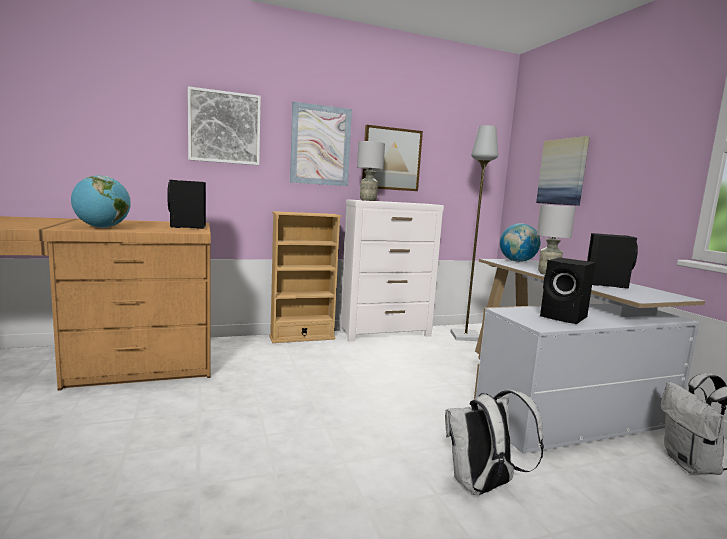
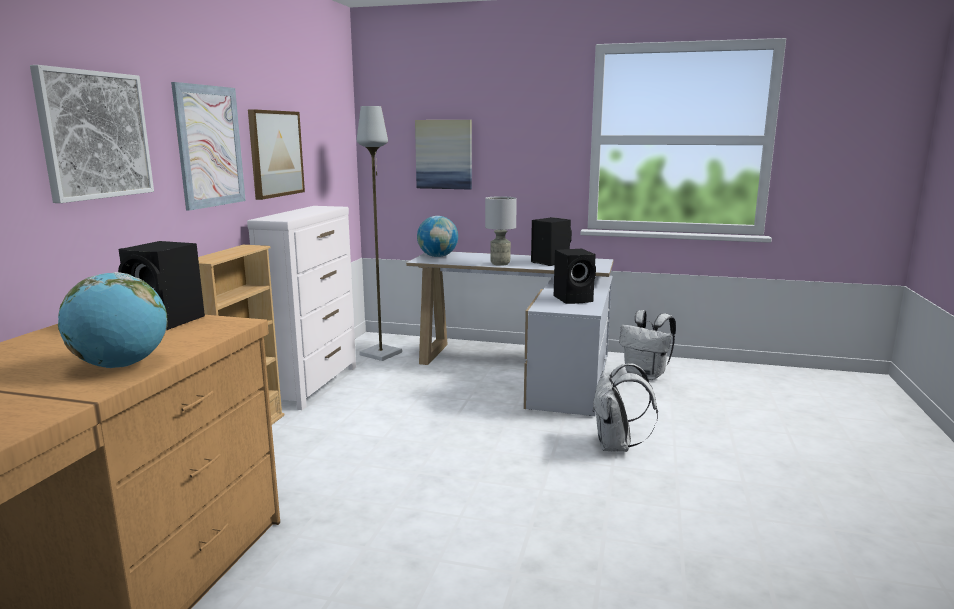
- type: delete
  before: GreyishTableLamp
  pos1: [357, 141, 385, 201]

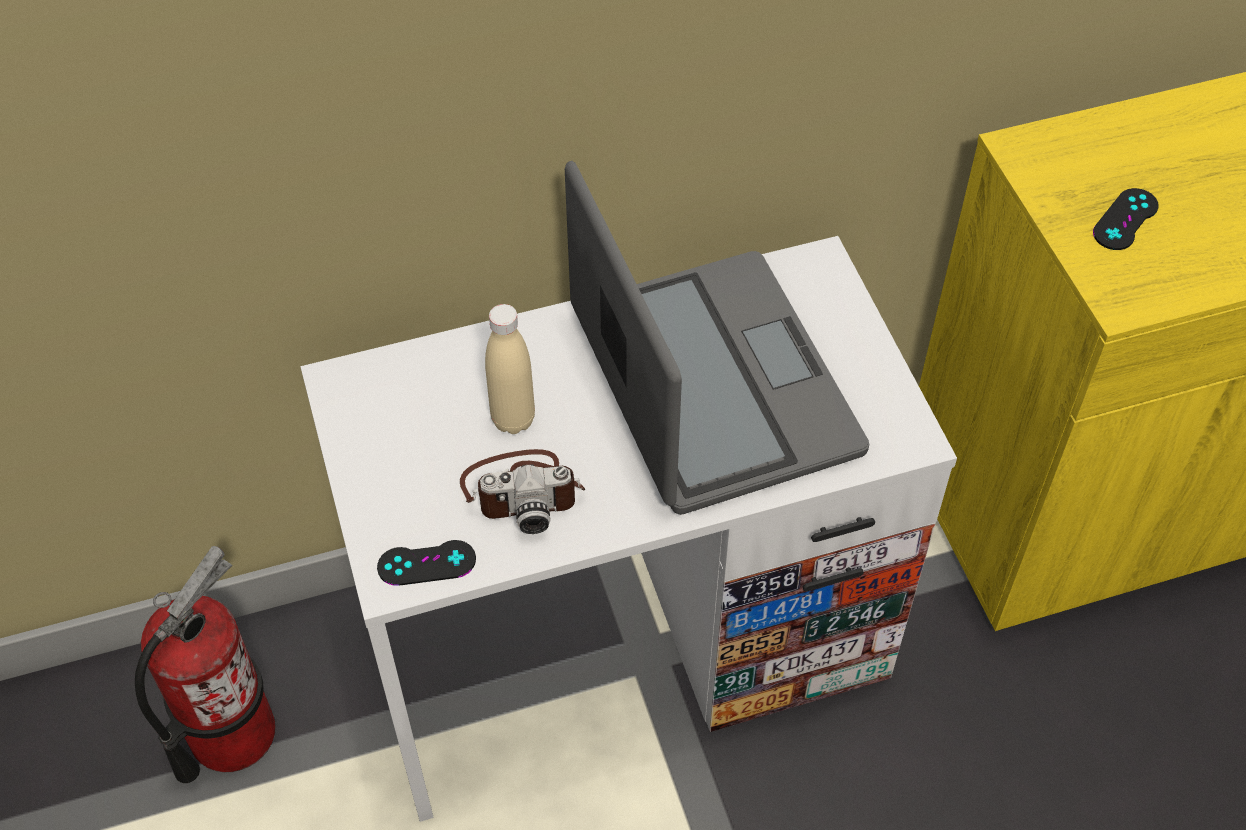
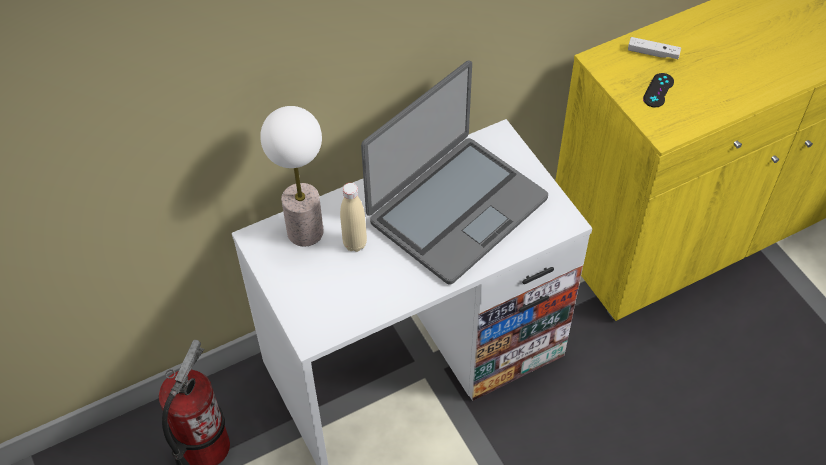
- type: insert
  after: TableLamp
  pos2: [260, 106, 324, 247]
- type: rotate
  before: NotebookComputer
  pos1: [565, 161, 869, 515]
  pos2: [361, 60, 548, 285]
  turn: 75
- type: insert
  after: WhiteJoypad
  pos2: [628, 37, 681, 59]
- type: delete
  before: BlackJoypad
  pos1: [377, 540, 476, 586]
- type: delete
  before: StillCamera
  pos1: [460, 449, 585, 534]

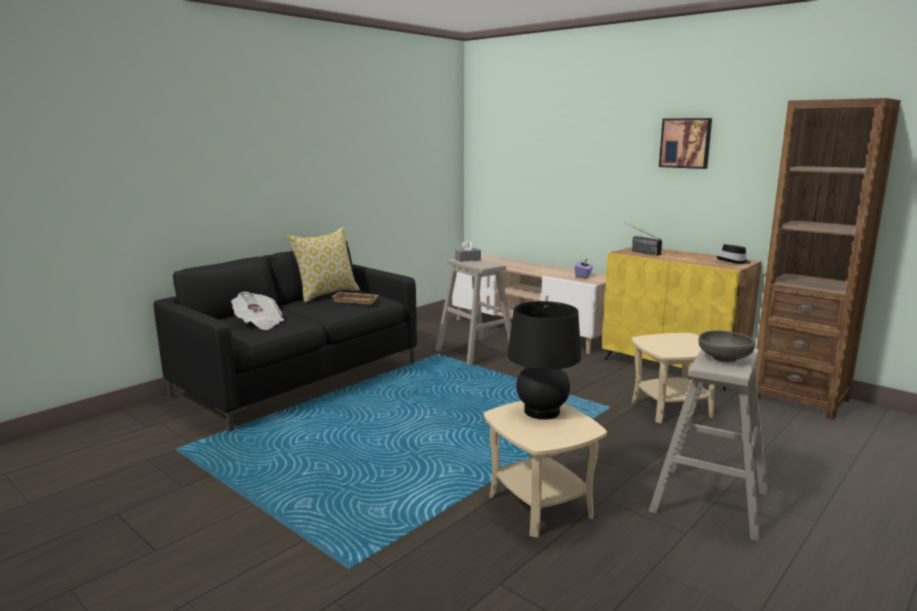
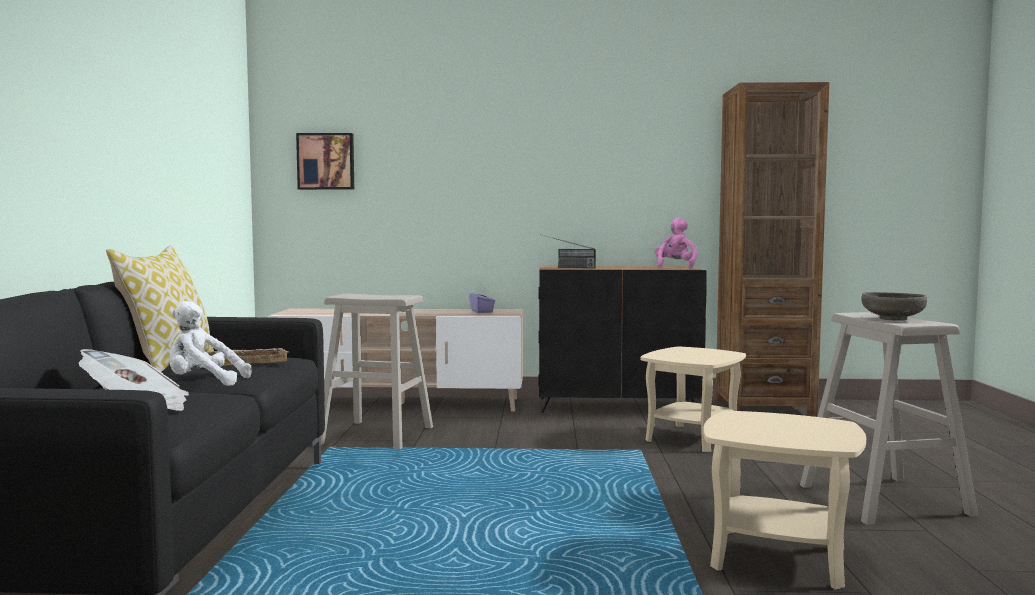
- type: insert
  after: WhiteSoftToy
  pos2: [169, 301, 251, 386]
- type: move
  before: Picture
  pos1: [659, 118, 712, 169]
  pos2: [296, 133, 354, 190]
- type: recolor
  before: YellowStorageCabinet
  after: BlackStorageCabinet
  pos1: [602, 247, 762, 391]
  pos2: [538, 266, 707, 413]
- type: replace
  before: BlackWearableHat
  after: PinkSoftToy
  pos1: [716, 244, 751, 264]
  pos2: [654, 218, 698, 268]
- type: delete
  before: GreyishBoxOfTissues
  pos1: [455, 240, 481, 262]
- type: delete
  before: BlackTableLamp
  pos1: [507, 301, 581, 420]

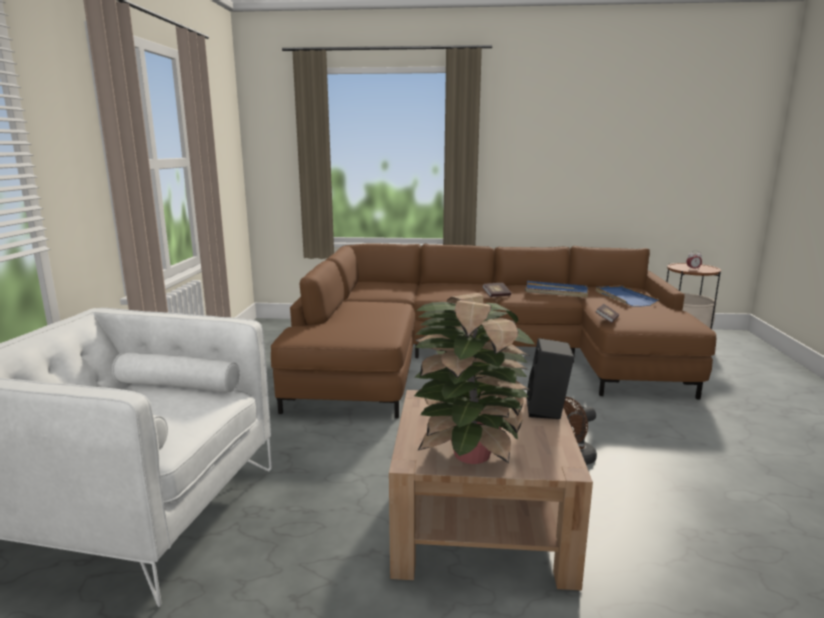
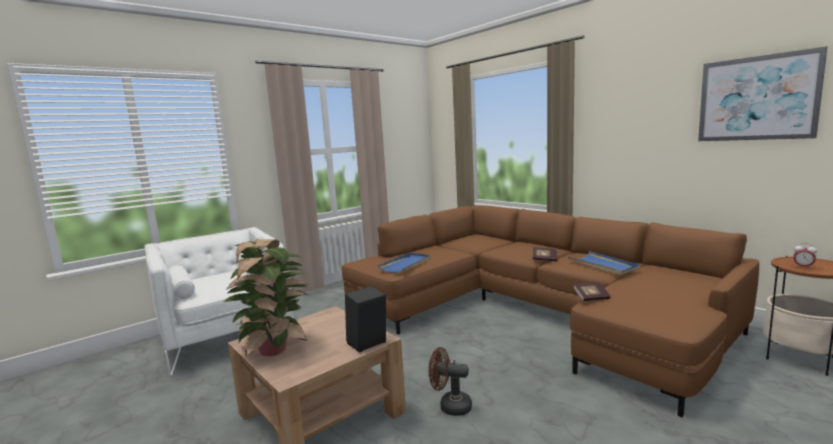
- type: move
  before: BlueColouredCarryingTray
  pos1: [596, 285, 659, 306]
  pos2: [378, 252, 431, 273]
- type: insert
  after: Picture
  pos2: [698, 46, 827, 141]

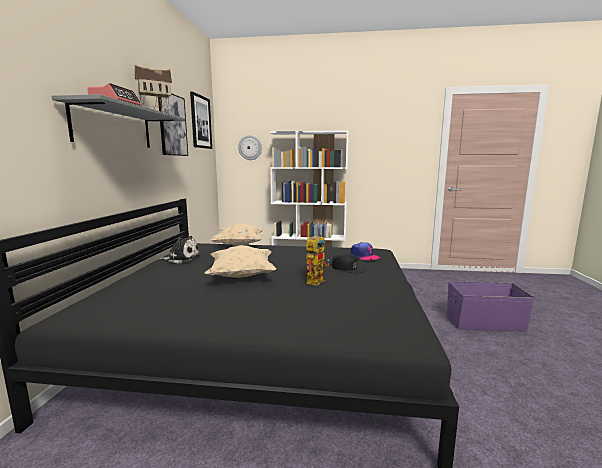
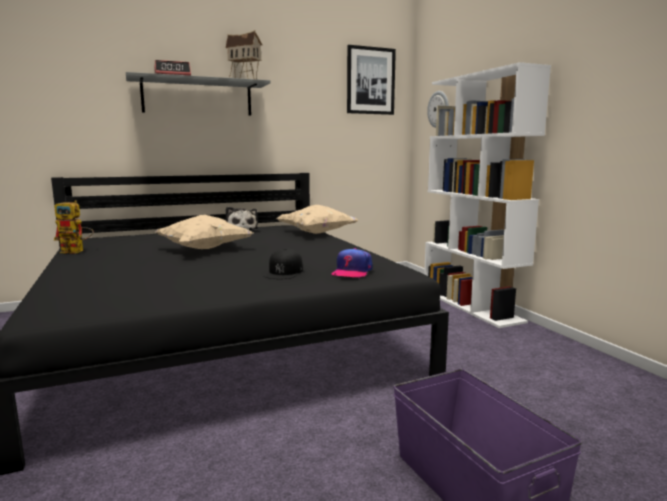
- type: move
  before: ToyRobot
  pos1: [307, 233, 329, 286]
  pos2: [54, 200, 94, 254]
- type: delete
  before: Picture
  pos1: [158, 93, 188, 156]

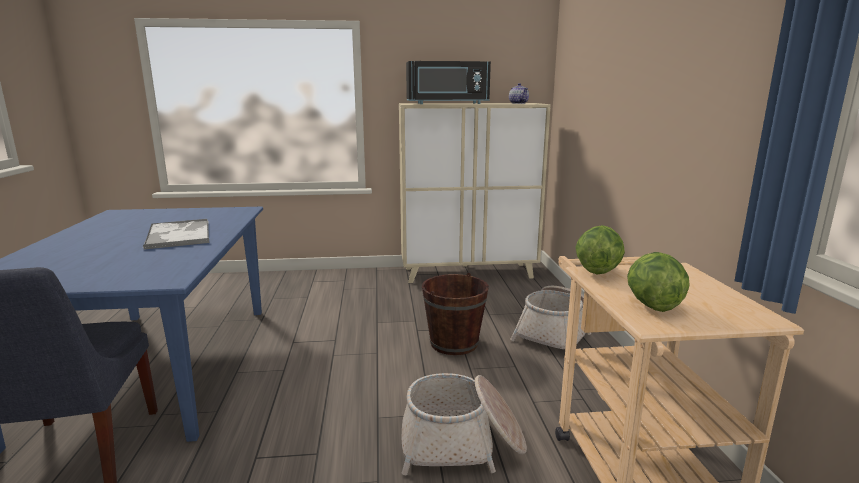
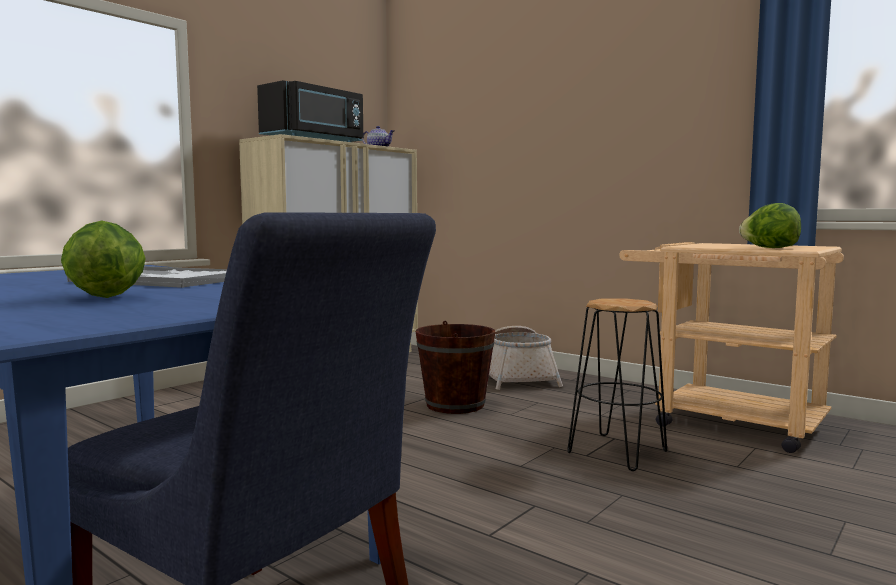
- type: move
  before: HeadOfLettuce
  pos1: [576, 225, 625, 274]
  pos2: [61, 220, 146, 298]
- type: replace
  before: Basket
  after: BlackStoolSeat
  pos1: [401, 373, 527, 475]
  pos2: [567, 298, 667, 471]

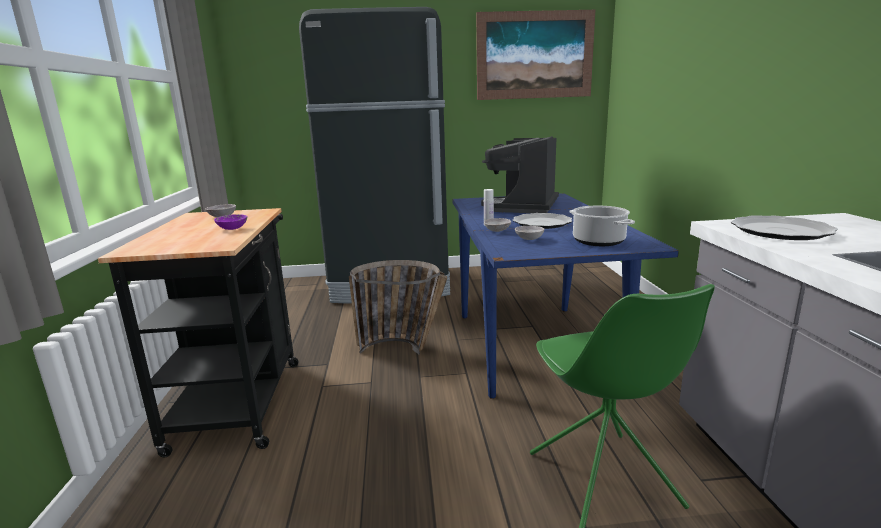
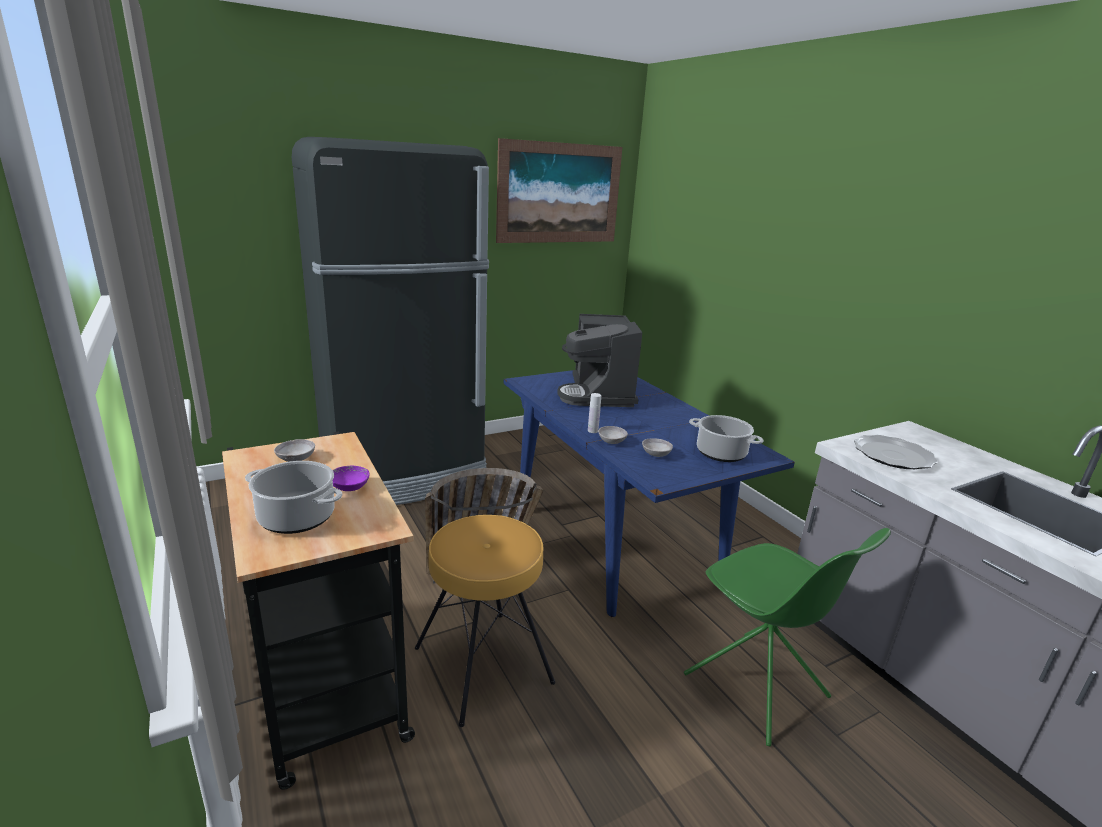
- type: insert
  after: CookingPot
  pos2: [245, 461, 342, 534]
- type: insert
  after: BrownStoolSeat
  pos2: [415, 515, 555, 727]
- type: delete
  before: FlatDish
  pos1: [513, 213, 572, 229]

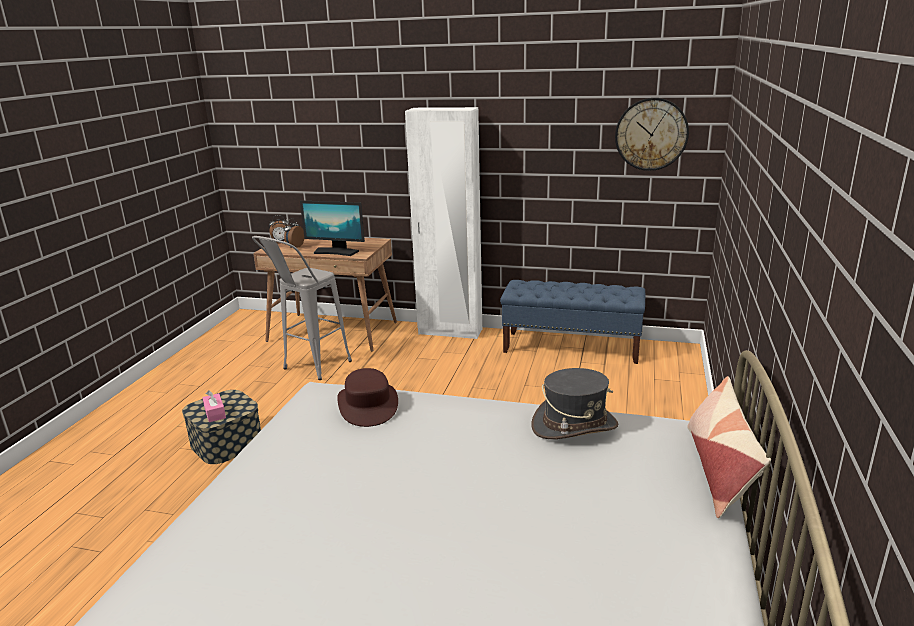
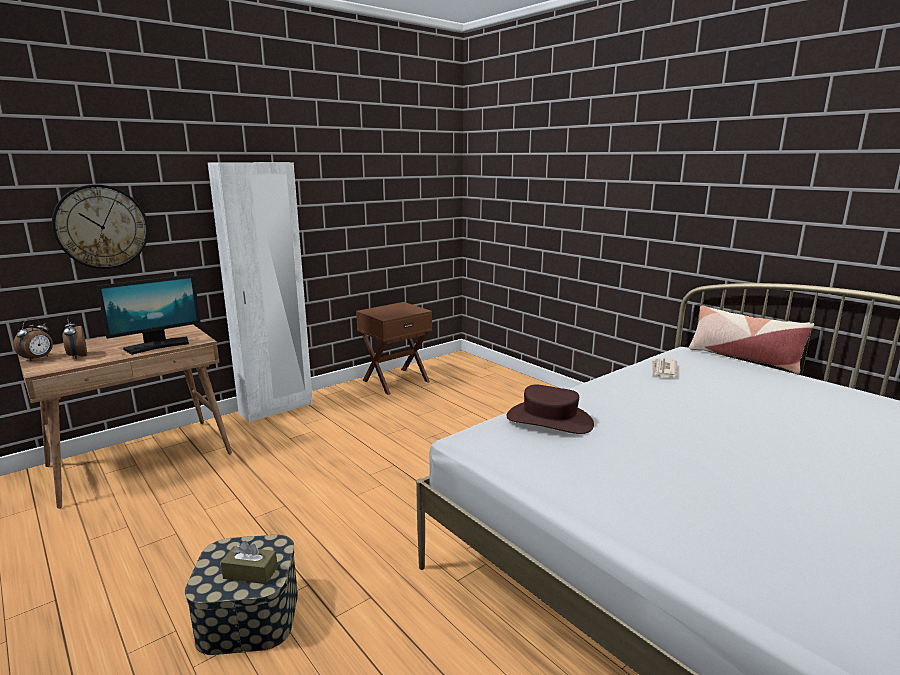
- type: move
  before: HangingClock
  pos1: [615, 98, 689, 171]
  pos2: [52, 184, 149, 269]
- type: recolor
  before: PinkBoxOfTissues
  after: BrownBoxOfTissues
  pos1: [202, 390, 226, 422]
  pos2: [221, 541, 278, 584]
- type: replace
  before: BlueColouredIndoorBench
  after: BrownBedsideTable
  pos1: [500, 280, 645, 364]
  pos2: [356, 302, 432, 395]
- type: replace
  before: GreyishWearableHat
  after: Newspaper
  pos1: [531, 368, 618, 439]
  pos2: [652, 358, 677, 377]
- type: delete
  before: GreyishStoolSeat
  pos1: [252, 236, 352, 380]

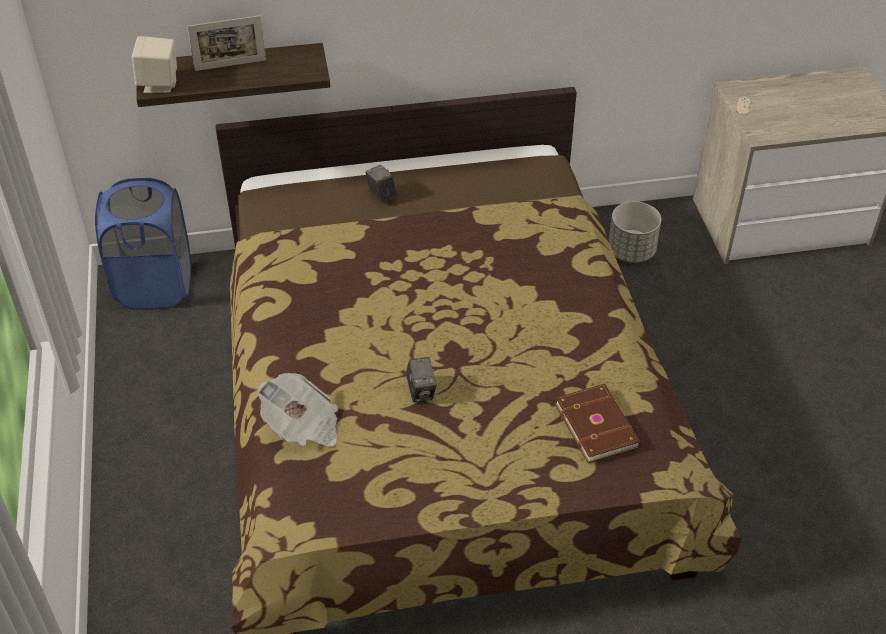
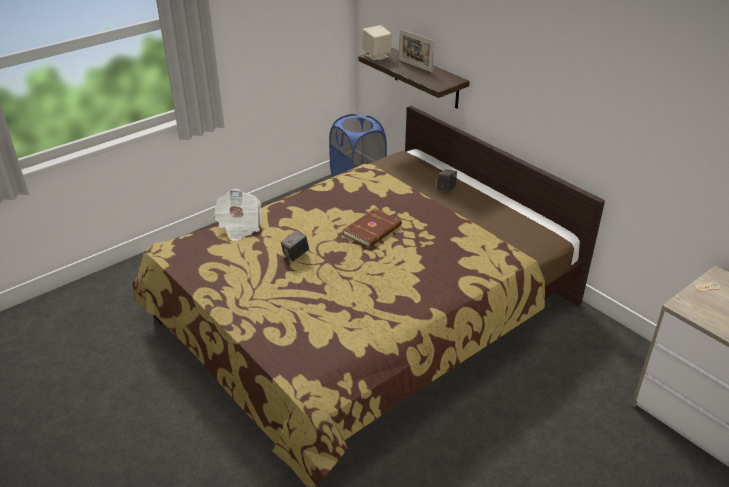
- type: move
  before: BrownBoundBook
  pos1: [555, 384, 641, 463]
  pos2: [343, 209, 402, 248]
- type: delete
  before: GreyishPlanter
  pos1: [609, 201, 661, 263]

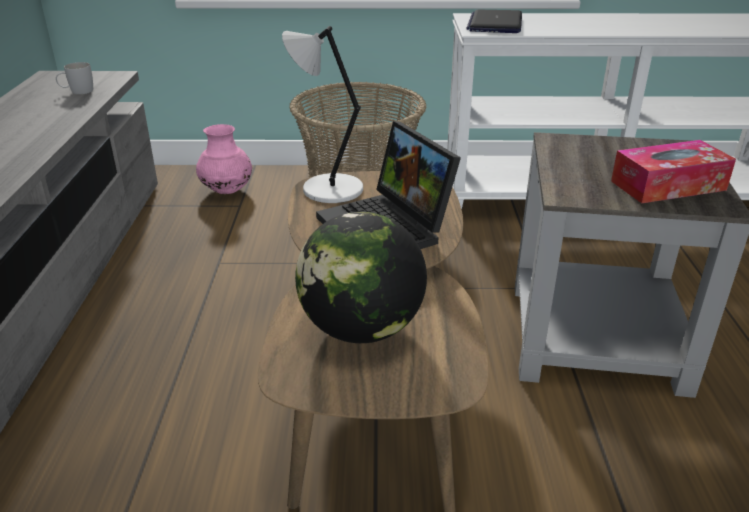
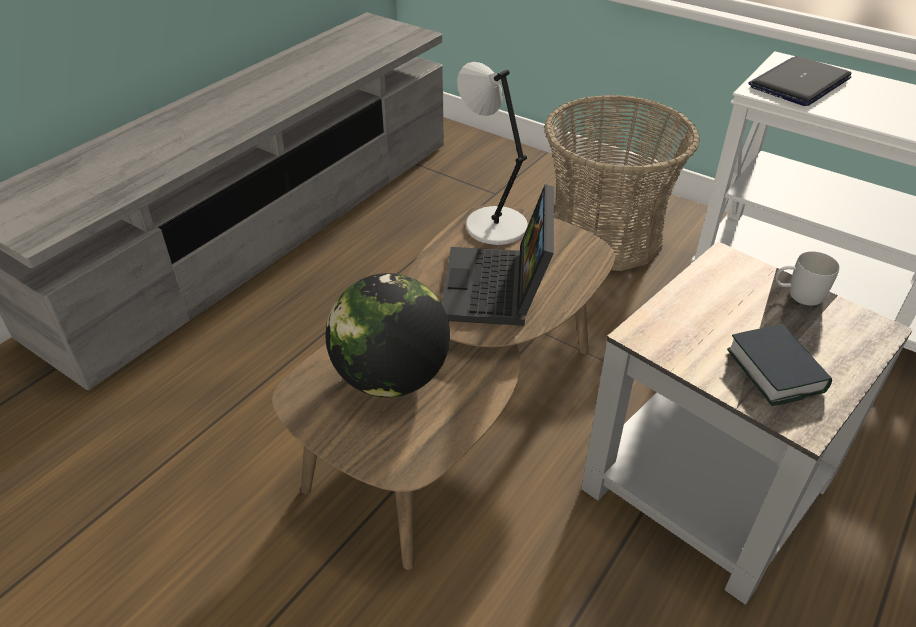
- type: replace
  before: BoxOfTissues
  after: BoundBook
  pos1: [611, 140, 736, 203]
  pos2: [727, 324, 832, 406]
- type: move
  before: WhiteMug
  pos1: [56, 62, 93, 94]
  pos2: [776, 251, 840, 305]
- type: delete
  before: PinkVase
  pos1: [196, 124, 252, 194]

